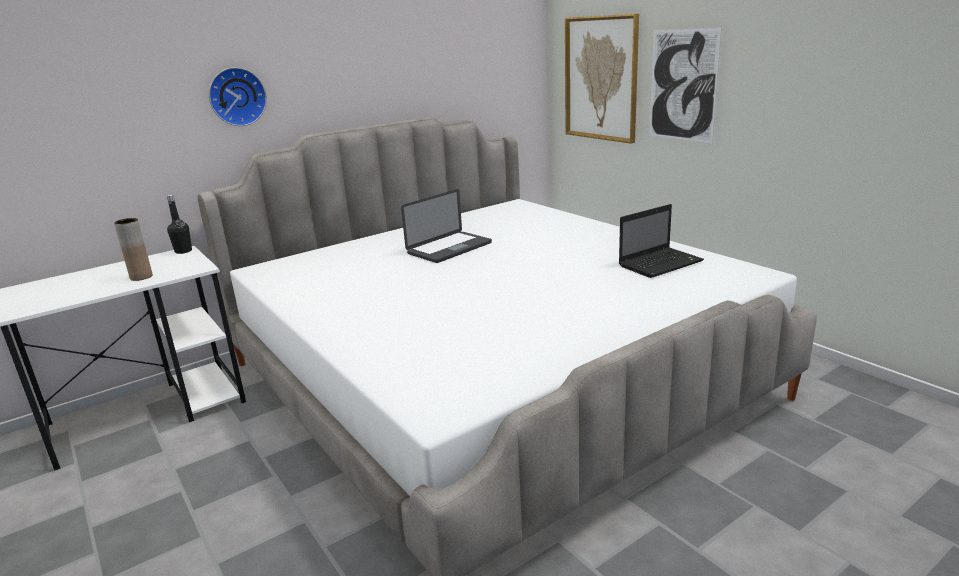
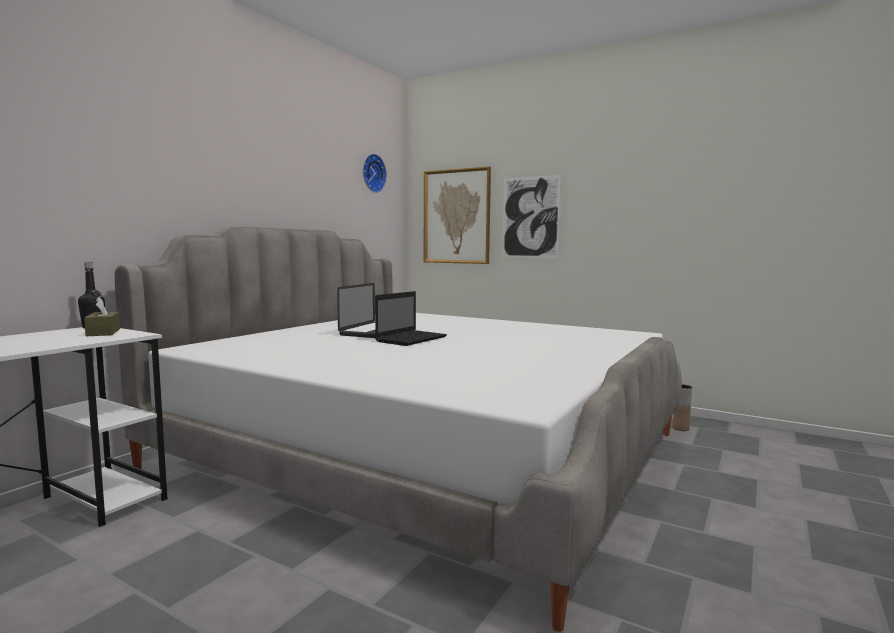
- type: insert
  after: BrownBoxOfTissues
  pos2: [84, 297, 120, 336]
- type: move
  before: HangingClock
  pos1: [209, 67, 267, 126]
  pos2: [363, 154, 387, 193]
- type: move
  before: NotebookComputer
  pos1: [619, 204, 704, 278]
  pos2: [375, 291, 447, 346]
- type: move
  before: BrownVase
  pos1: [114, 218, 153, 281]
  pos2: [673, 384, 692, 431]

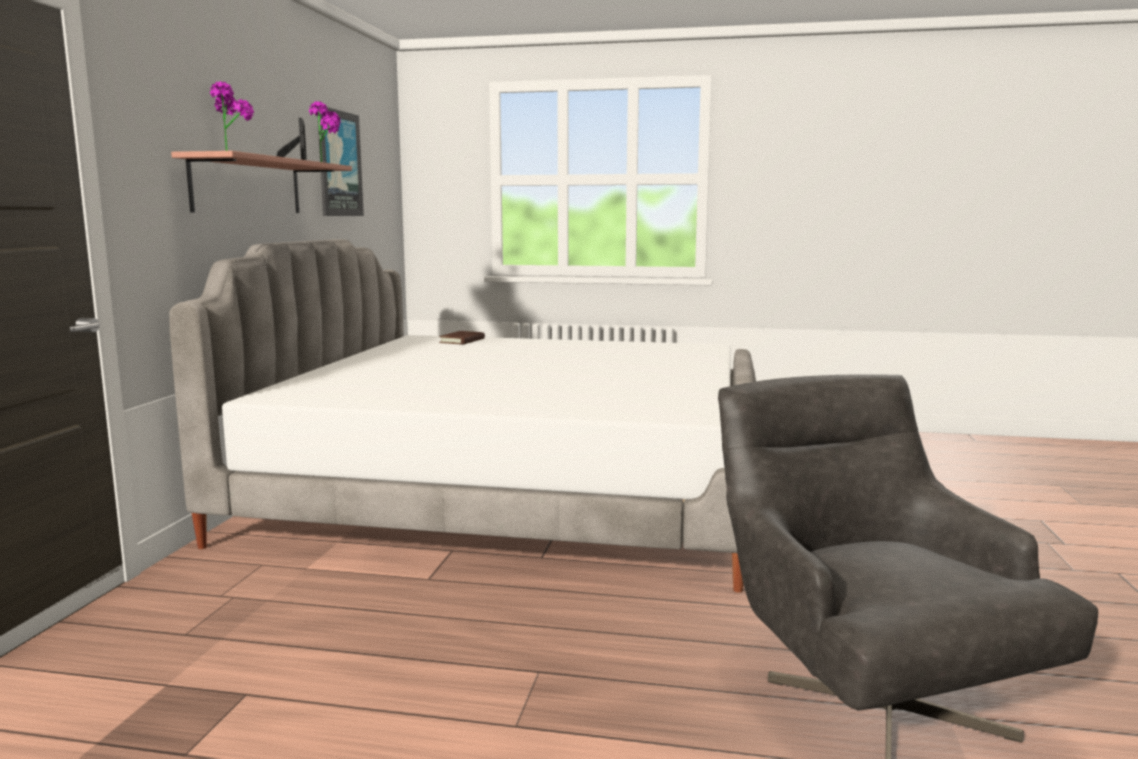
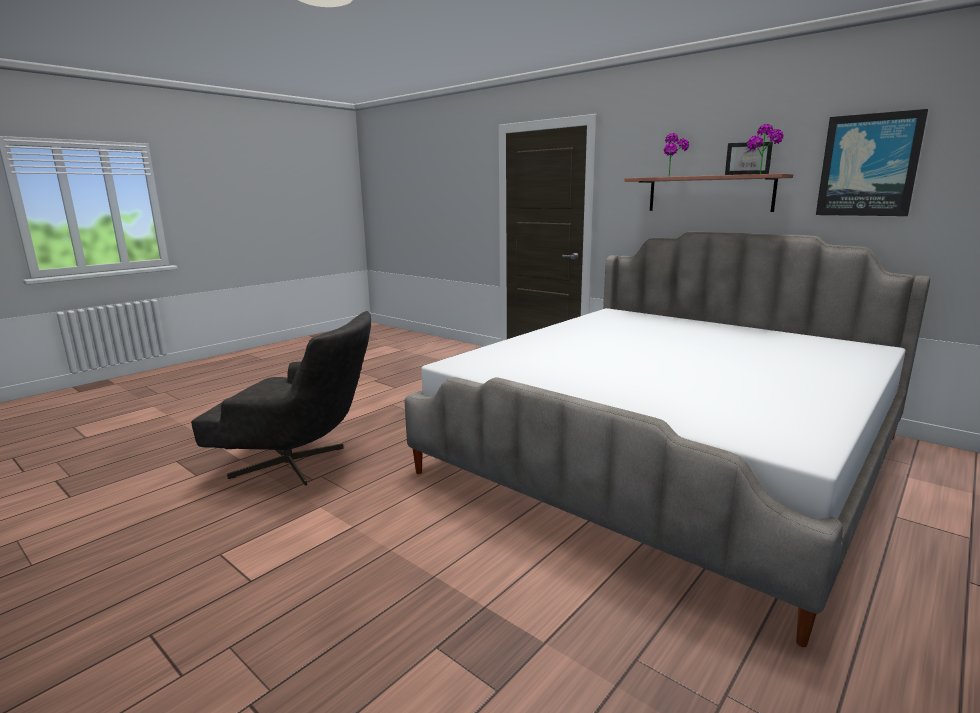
- type: delete
  before: BrownBoundBook
  pos1: [439, 331, 485, 344]

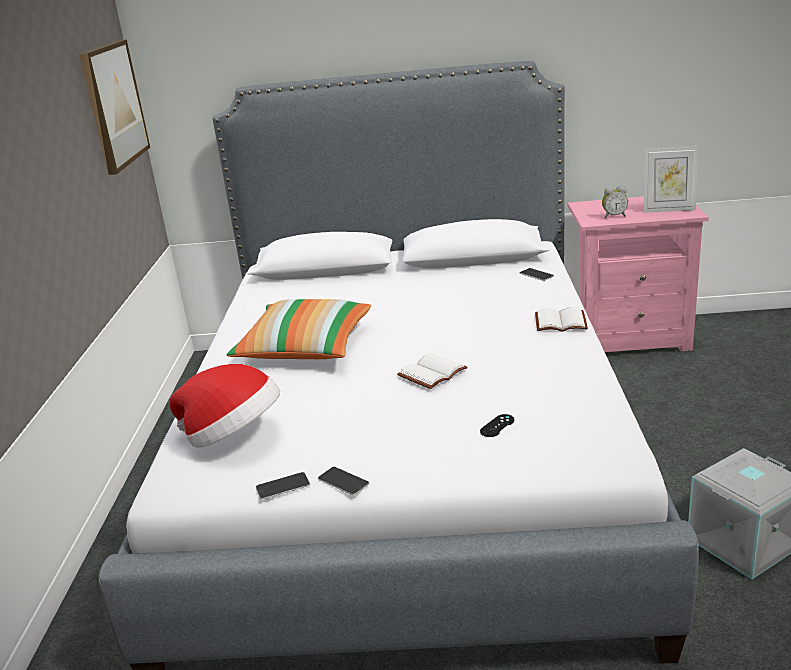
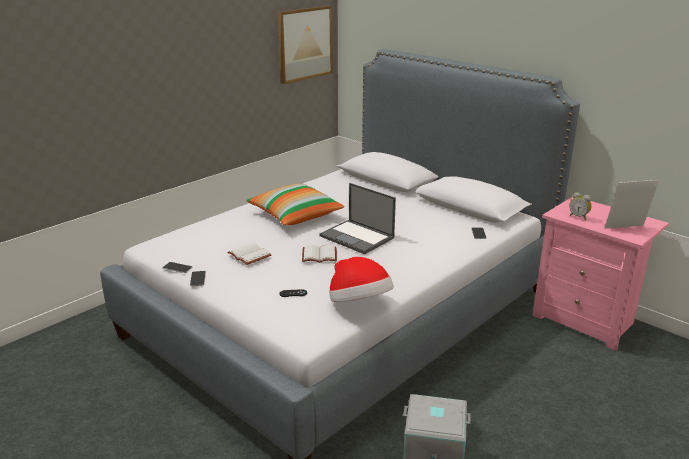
- type: move
  before: WhiteBoundBook
  pos1: [535, 307, 588, 332]
  pos2: [227, 242, 271, 265]
- type: insert
  after: NotebookComputer
  pos2: [319, 183, 396, 254]
- type: move
  before: WearableHat
  pos1: [169, 364, 280, 447]
  pos2: [329, 257, 394, 302]
- type: rotate
  before: PhotoFrame
  pos1: [644, 146, 698, 213]
  pos2: [605, 180, 659, 229]
  turn: 120

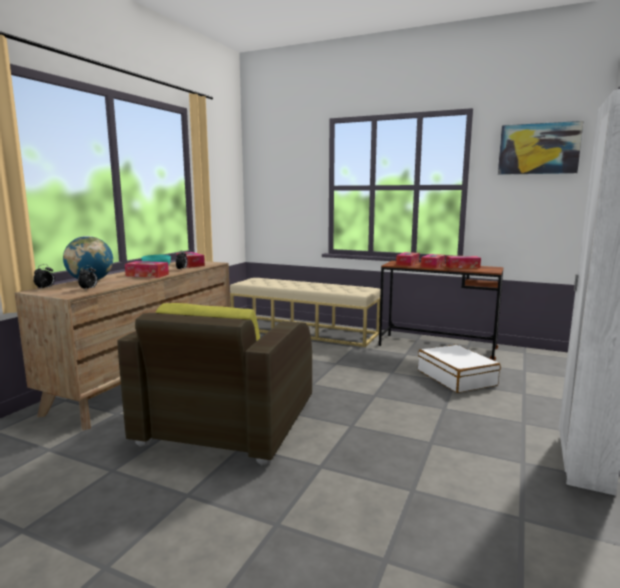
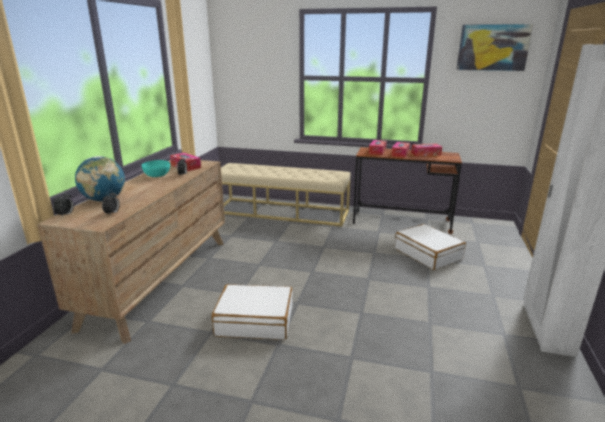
- type: replace
  before: BrownEasyChair
  after: WhiteSuitcase
  pos1: [117, 303, 312, 465]
  pos2: [212, 284, 293, 340]
- type: delete
  before: BoxOfTissues
  pos1: [125, 261, 169, 278]

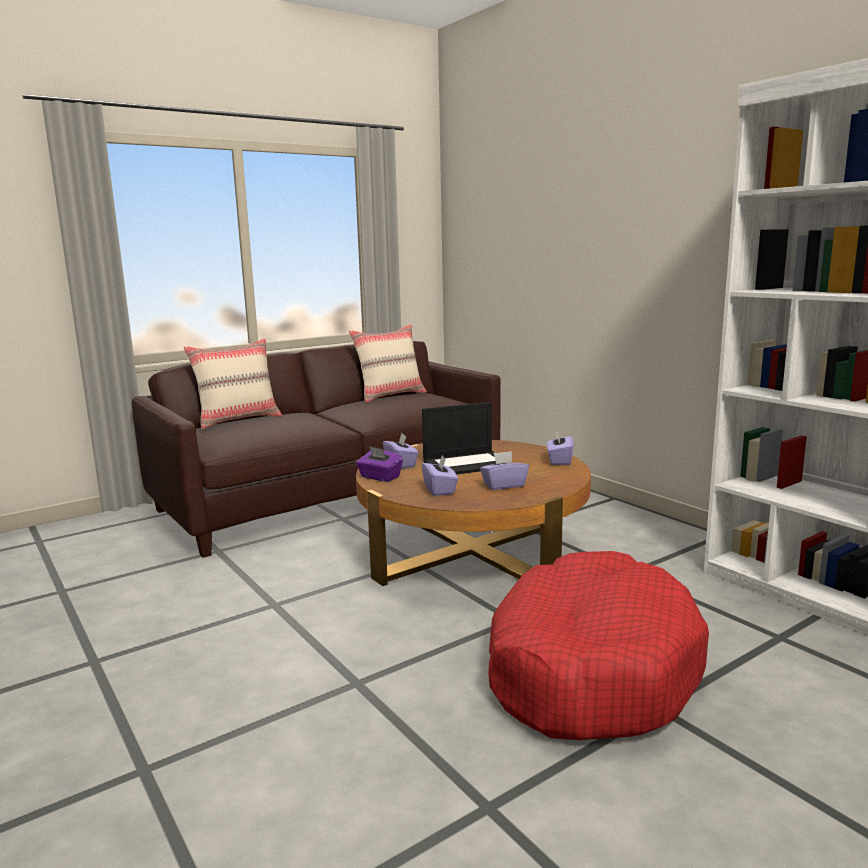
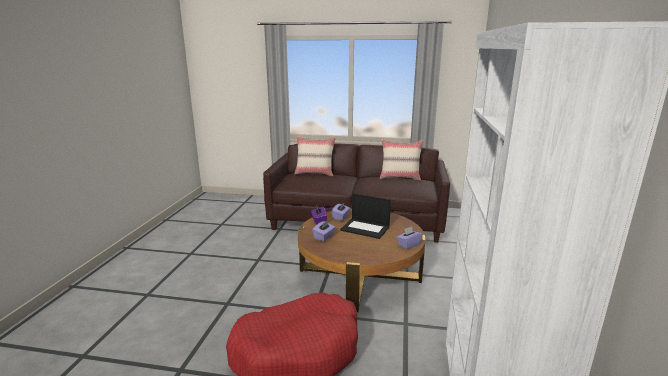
- type: delete
  before: PurpleBoxOfTissues
  pos1: [480, 451, 529, 490]

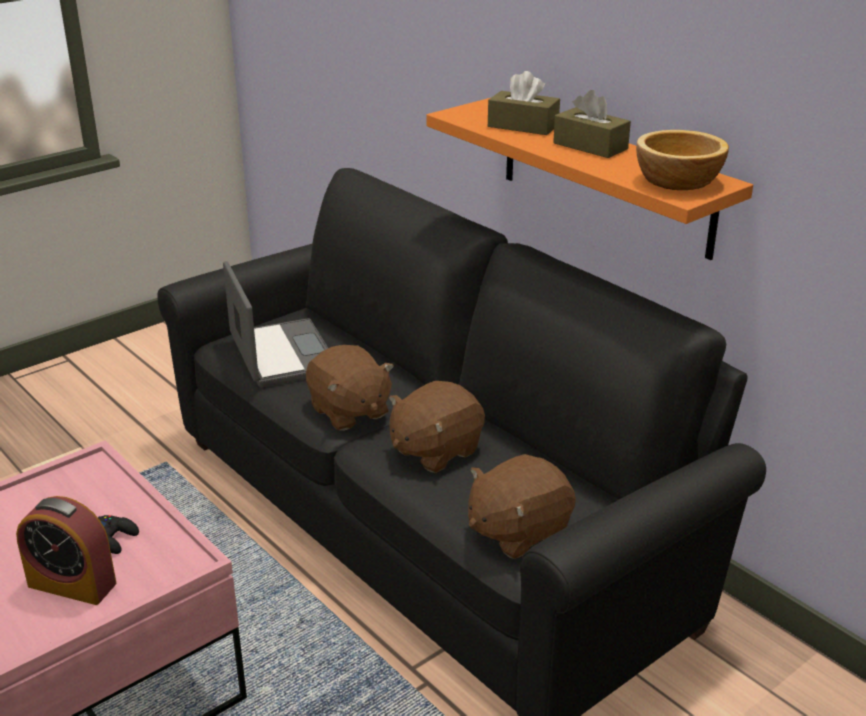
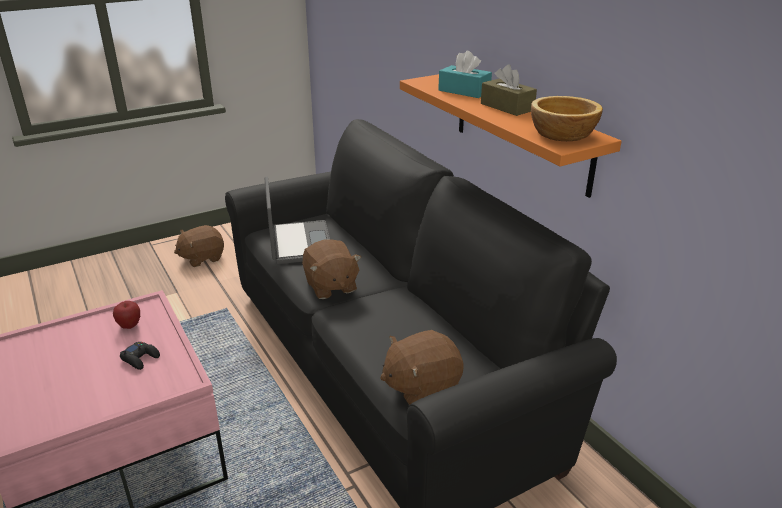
- type: insert
  after: AppleFruit
  pos2: [113, 301, 140, 329]
- type: move
  before: BrownSoftToy
  pos1: [389, 381, 485, 473]
  pos2: [174, 225, 224, 267]
- type: recolor
  before: BrownBoxOfTissues
  after: TurquoiseBoxOfTissues
  pos1: [488, 71, 560, 135]
  pos2: [438, 51, 492, 98]
- type: delete
  before: TableClock
  pos1: [16, 496, 116, 605]

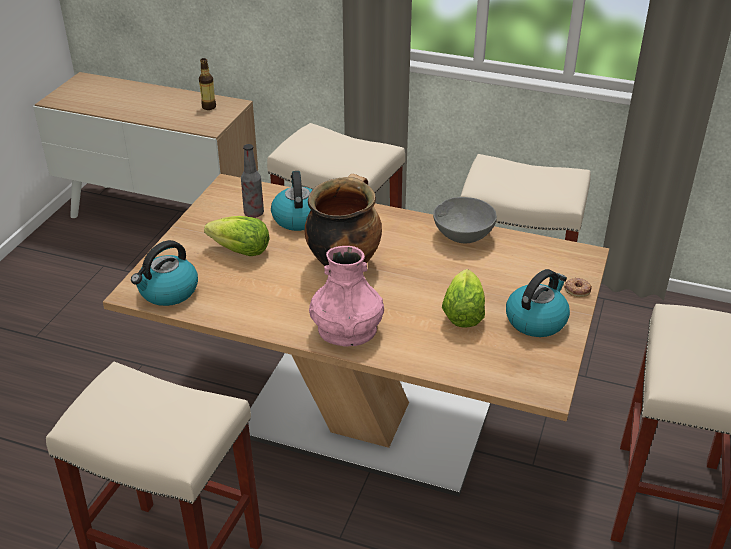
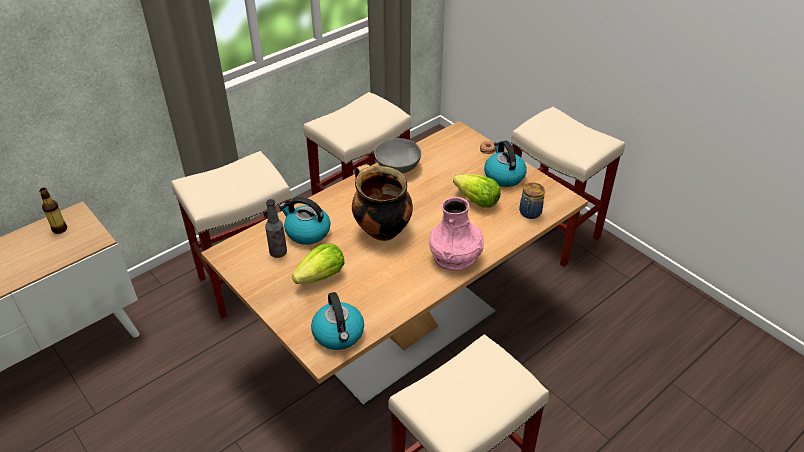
- type: insert
  after: PreserveJar
  pos2: [519, 183, 545, 219]

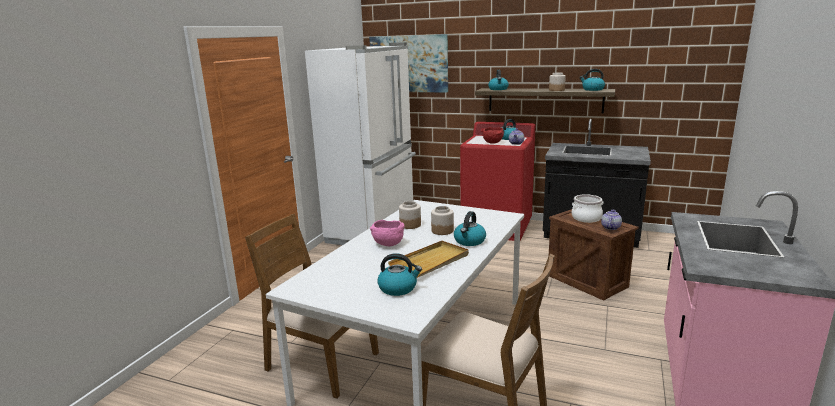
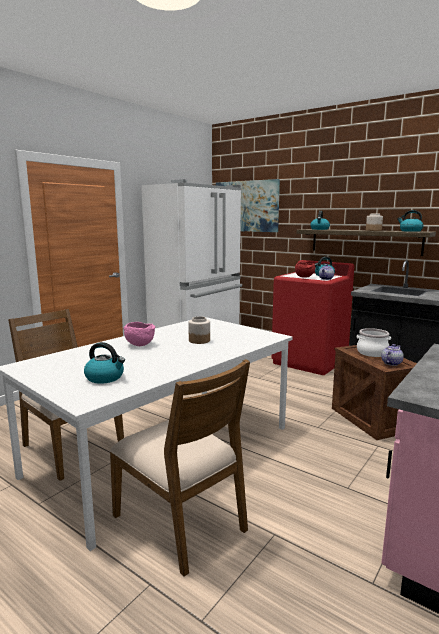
- type: delete
  before: SandColouredCarryingTray
  pos1: [388, 241, 469, 278]
- type: delete
  before: PreserveJar
  pos1: [399, 201, 421, 229]
- type: delete
  before: TeaKettle
  pos1: [454, 211, 486, 246]

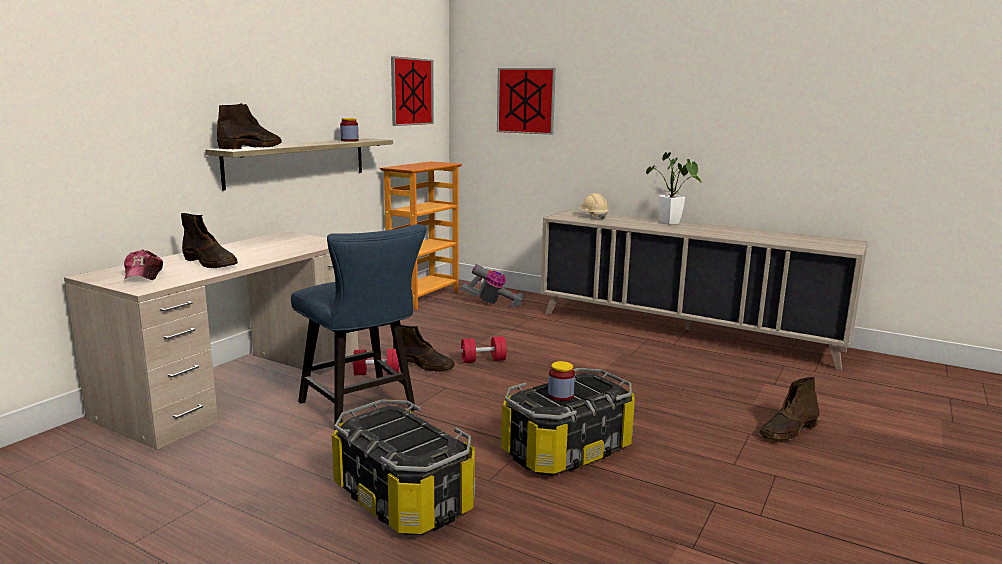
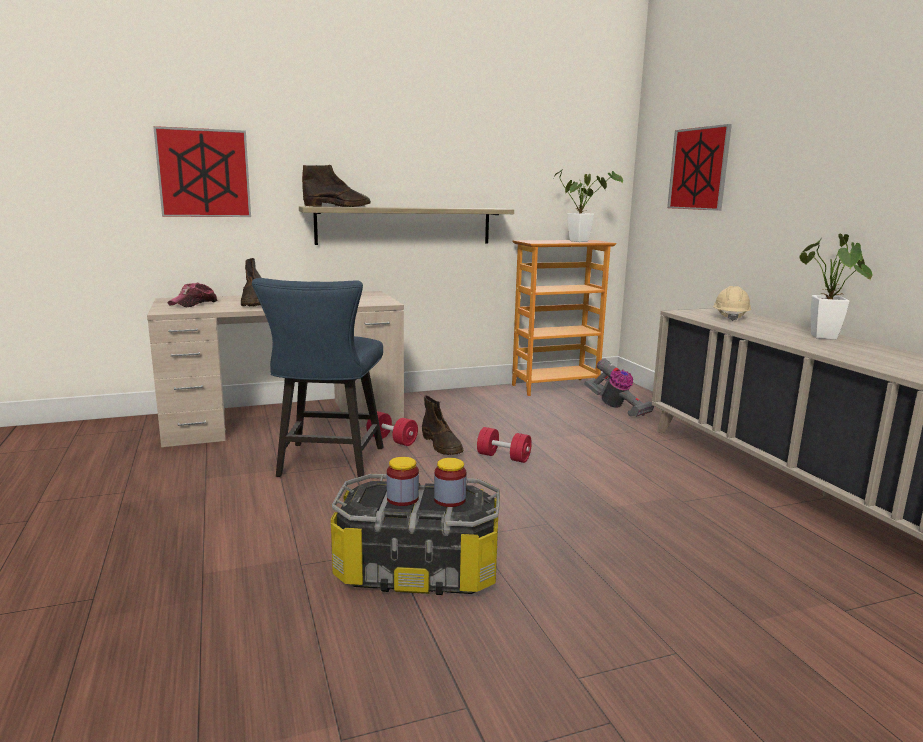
- type: move
  before: Picture
  pos1: [391, 56, 434, 126]
  pos2: [153, 126, 251, 217]
- type: move
  before: PreserveJar
  pos1: [340, 118, 359, 142]
  pos2: [434, 458, 466, 507]
- type: insert
  after: Houseplant
  pos2: [553, 169, 623, 242]
- type: delete
  before: StorageBin
  pos1: [332, 400, 475, 535]
- type: delete
  before: BrownBoot
  pos1: [760, 377, 820, 441]

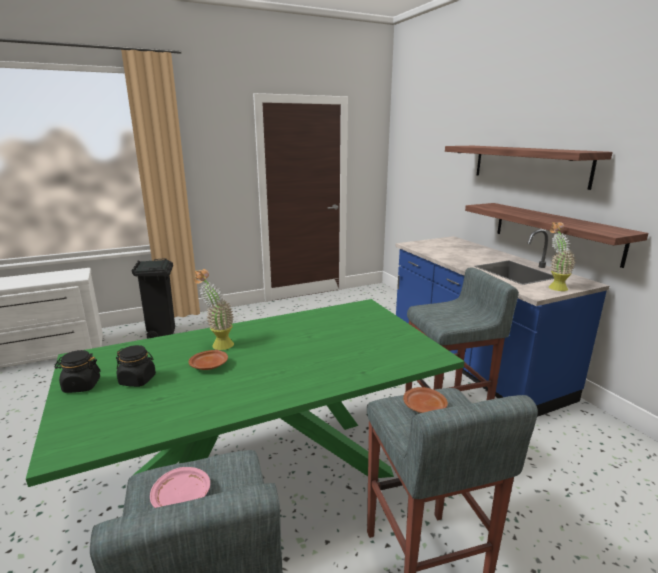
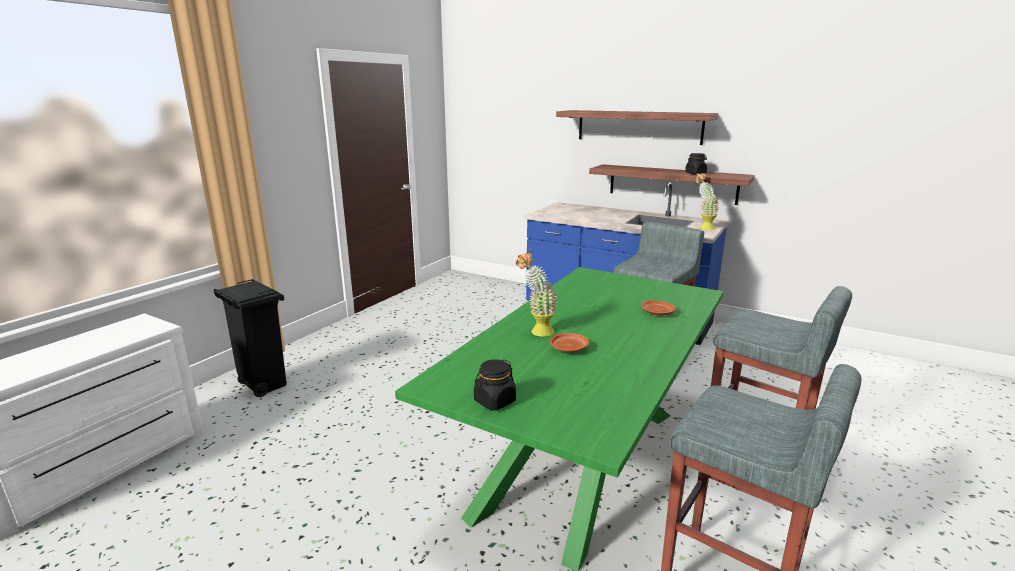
- type: move
  before: BrownFlatDish
  pos1: [403, 387, 448, 413]
  pos2: [641, 300, 676, 315]
- type: move
  before: BlackPreserveJar
  pos1: [116, 345, 156, 387]
  pos2: [685, 153, 707, 175]
- type: delete
  before: PinkFlatDish
  pos1: [150, 467, 210, 508]

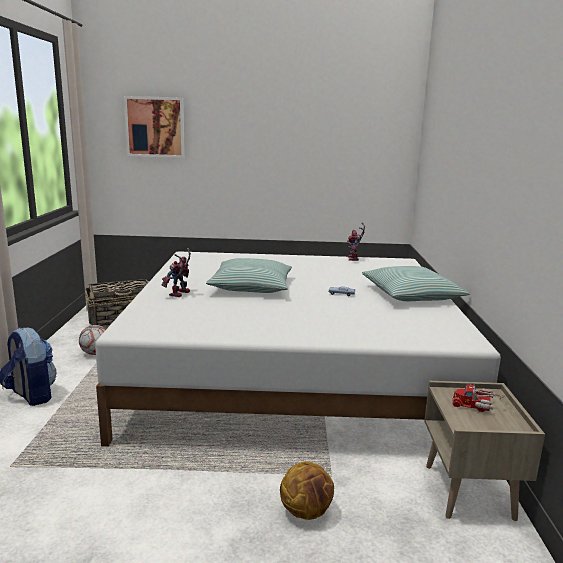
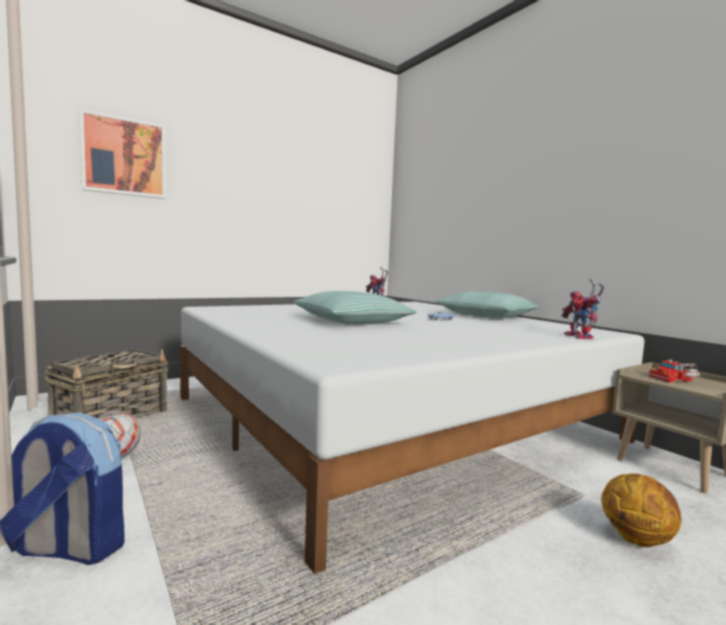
- type: move
  before: ToyRobot
  pos1: [162, 248, 191, 297]
  pos2: [562, 279, 604, 339]

